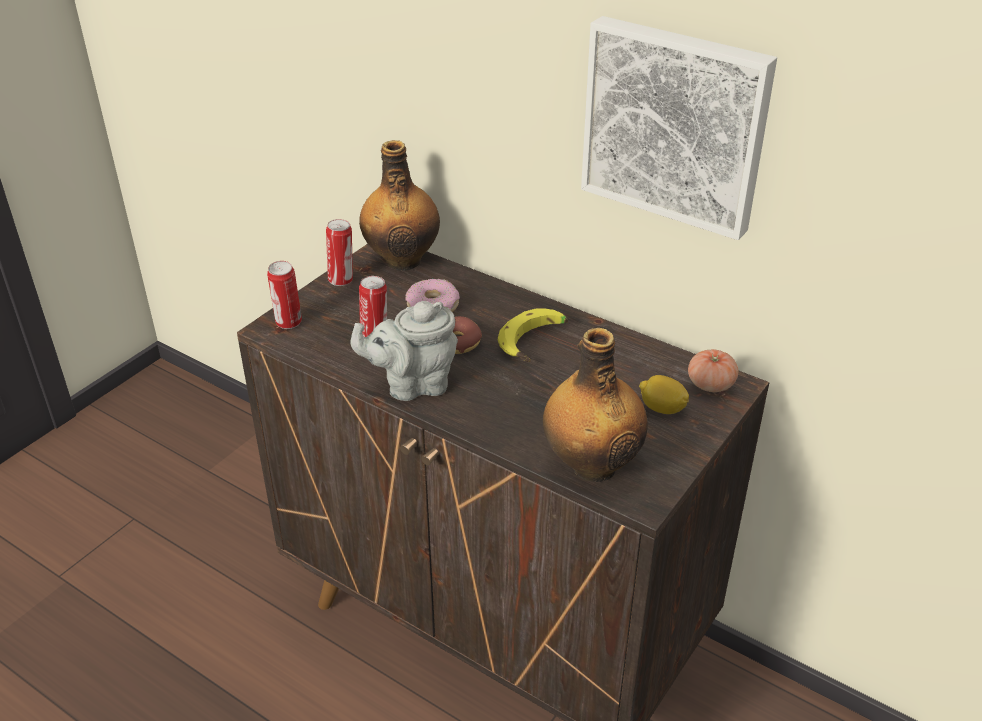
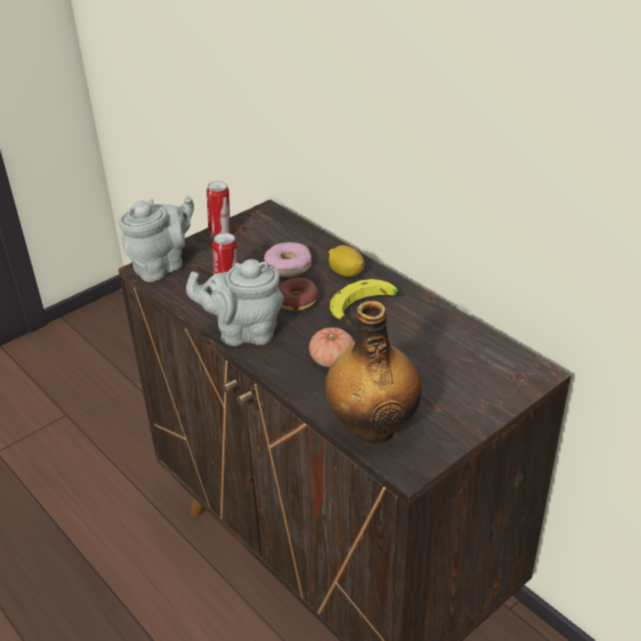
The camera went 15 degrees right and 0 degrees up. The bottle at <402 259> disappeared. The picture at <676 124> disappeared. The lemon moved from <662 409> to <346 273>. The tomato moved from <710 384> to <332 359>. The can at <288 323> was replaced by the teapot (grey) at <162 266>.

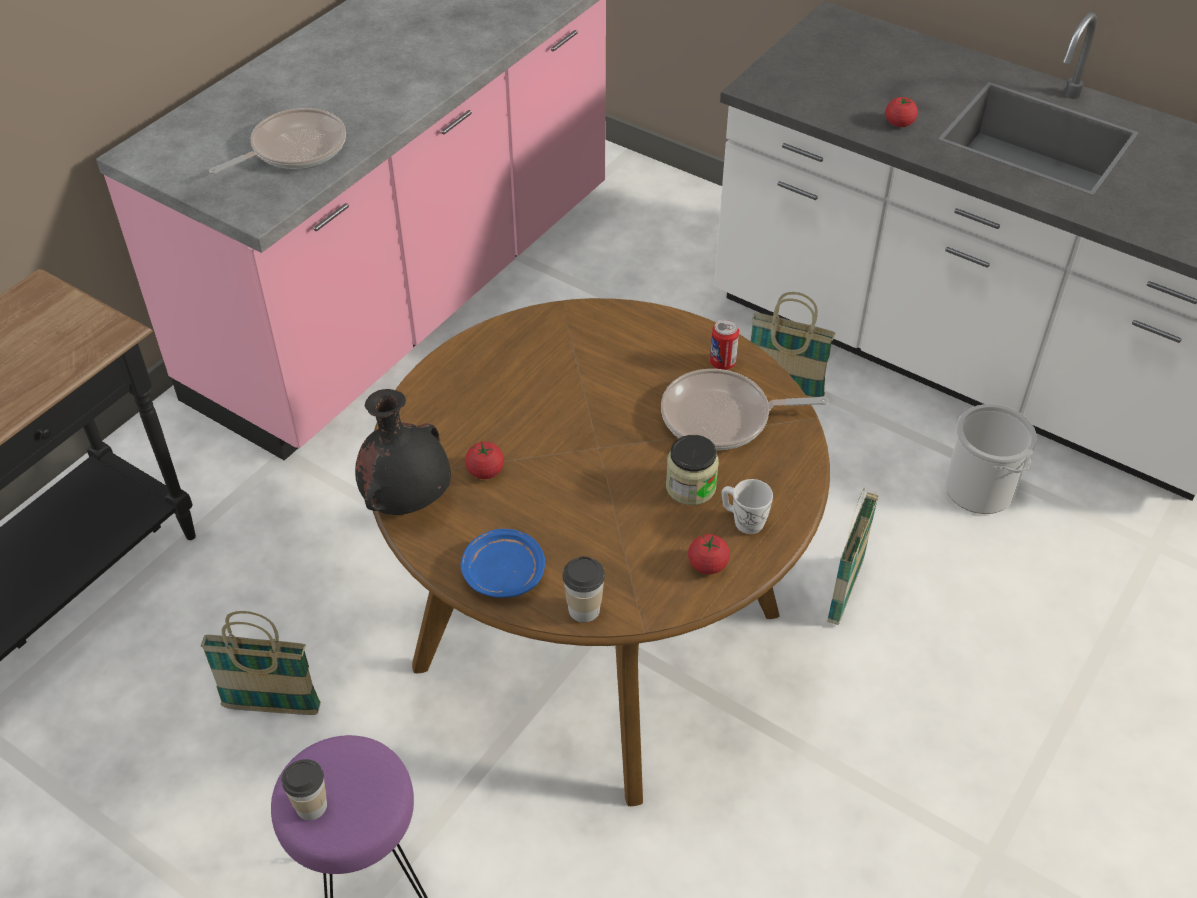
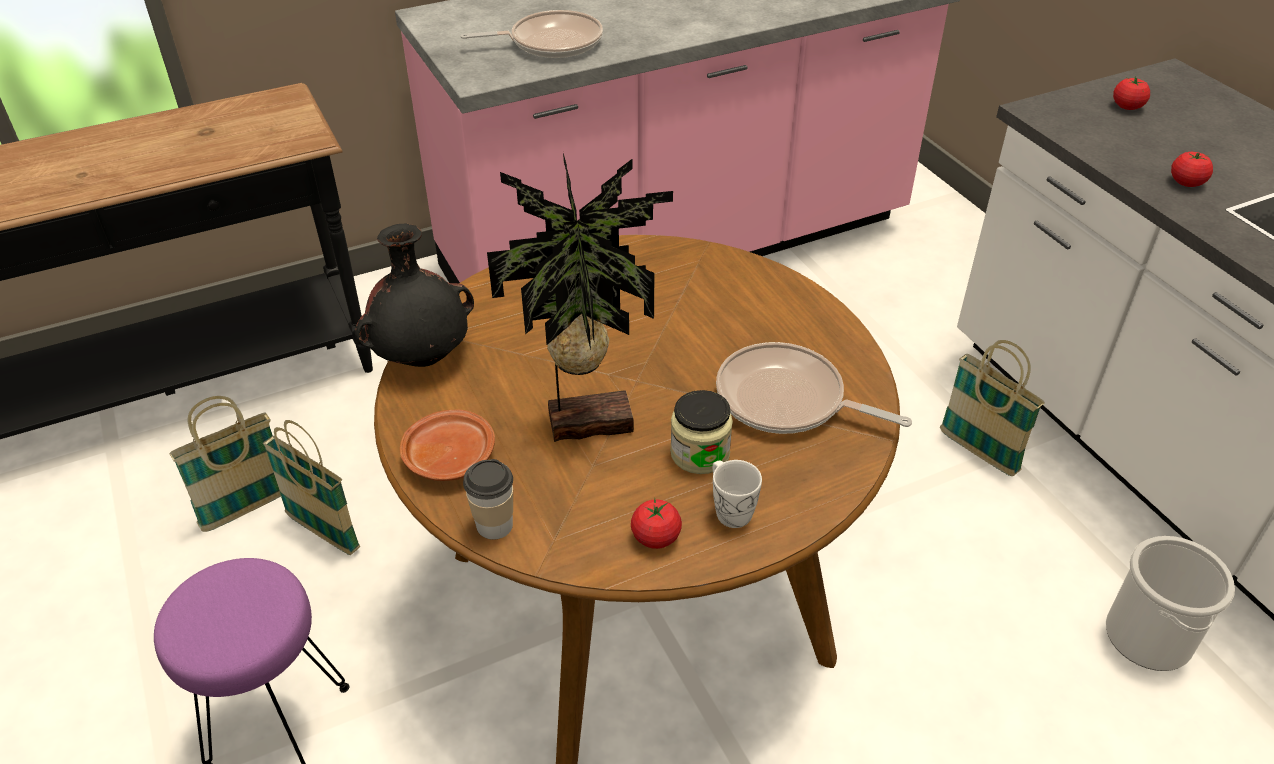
The camera went 30 degrees right and 5 degrees down. The cup at <311 806> disappeared. The can at <722 363> disappeared. The potted plant at <587 419> appeared. The tomato moved from <485 471> to <1127 106>. The basket moved from <845 591> to <247 509>. The plate (blue) at <503 572> became the plate (brown) at <449 456>.

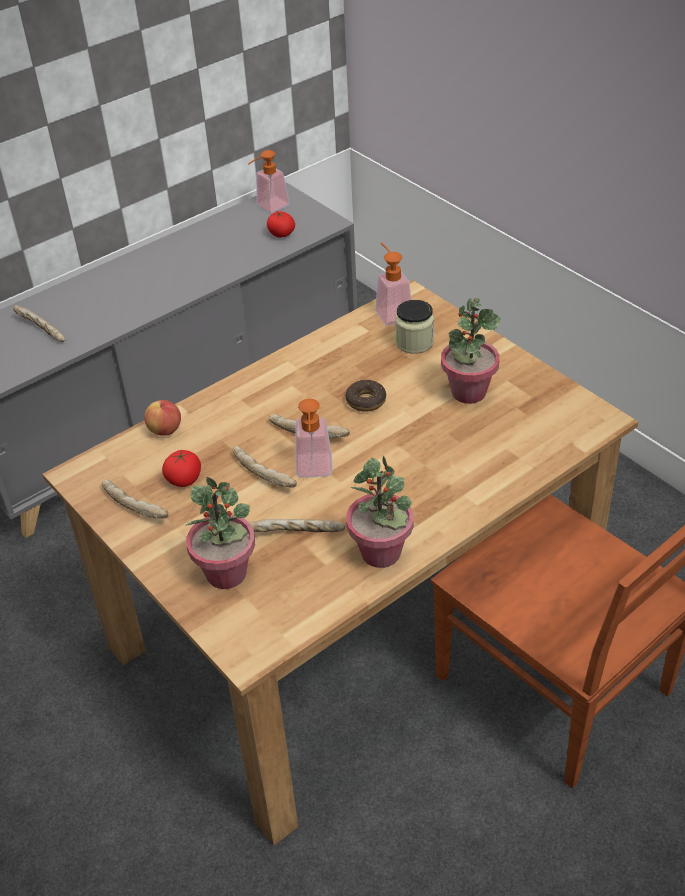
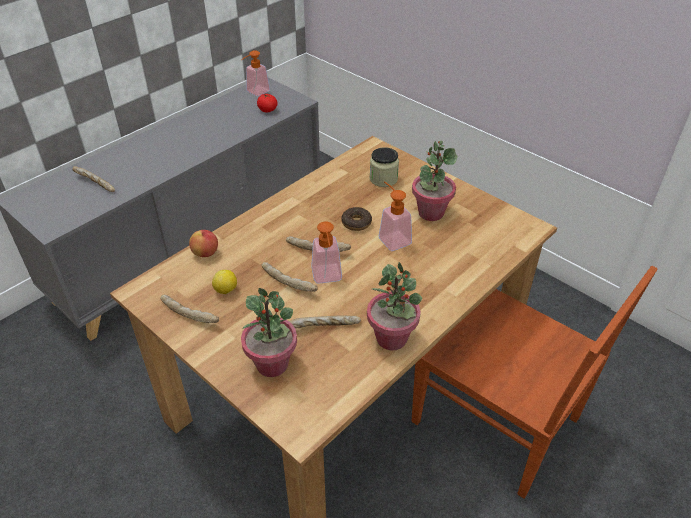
The camera went 10 degrees left and 0 degrees up. The soap dispenser moved from <391 311> to <391 238>. The tomato at <184 479> was replaced by the lemon at <226 290>.

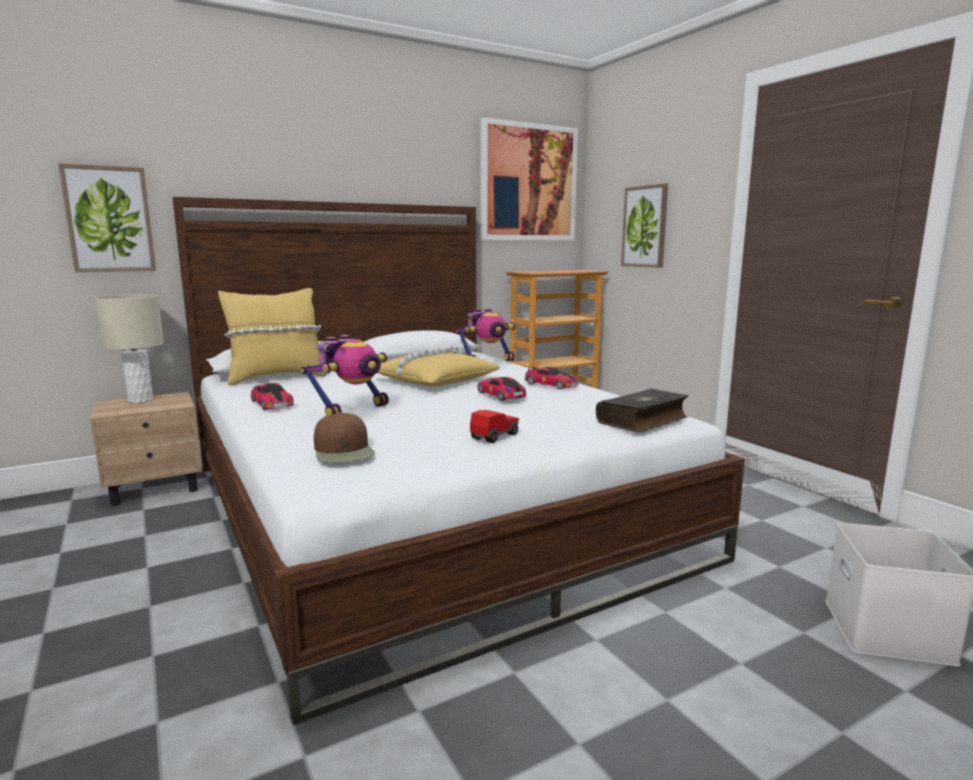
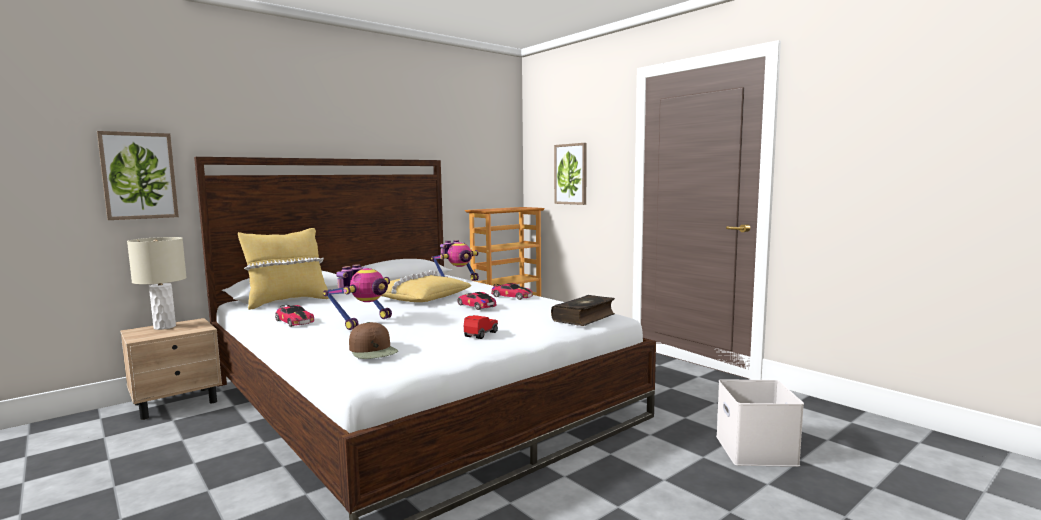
The camera went 10 degrees left and 5 degrees down. The picture at <528 183> disappeared.

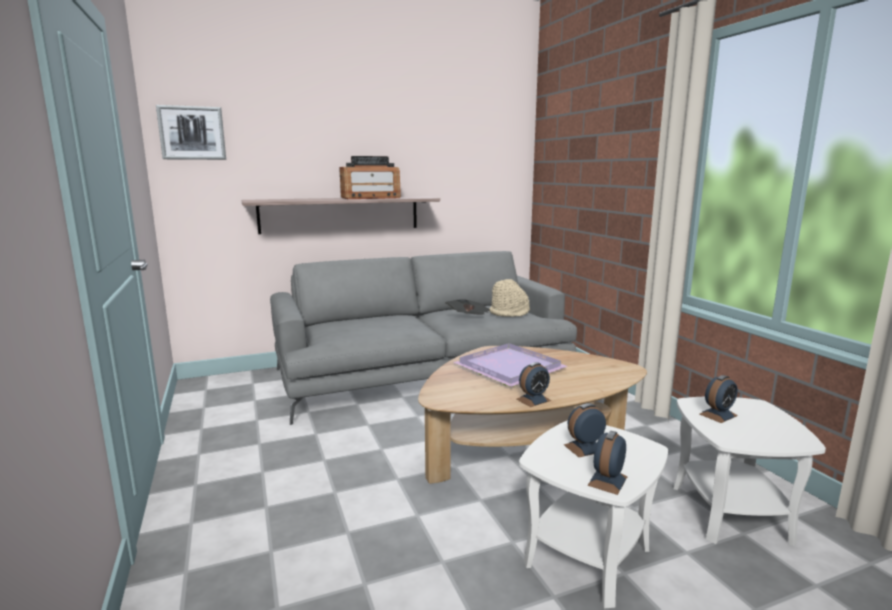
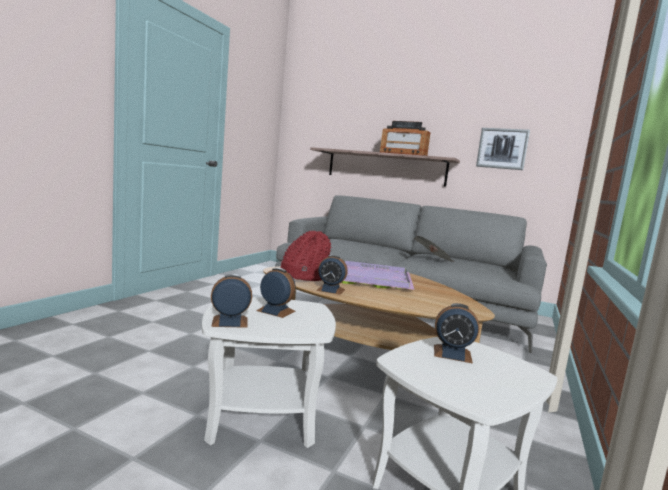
The camera went 45 degrees right and 5 degrees down. The hat (beige) at <509 313> disappeared. The hat (red) at <305 275> appeared. The picture moved from <192 133> to <502 148>.

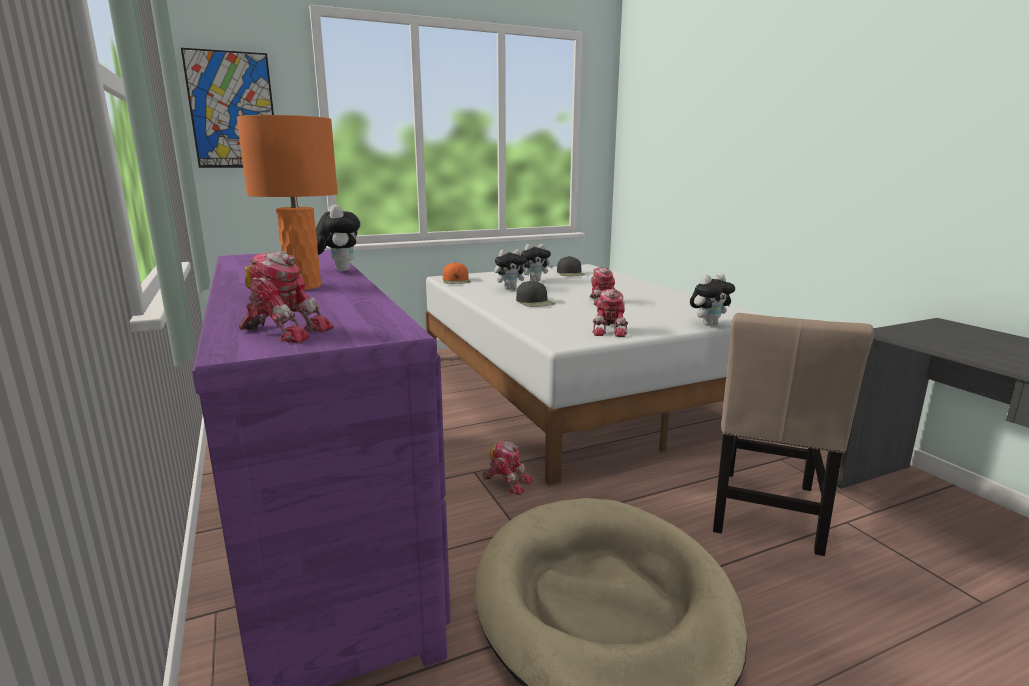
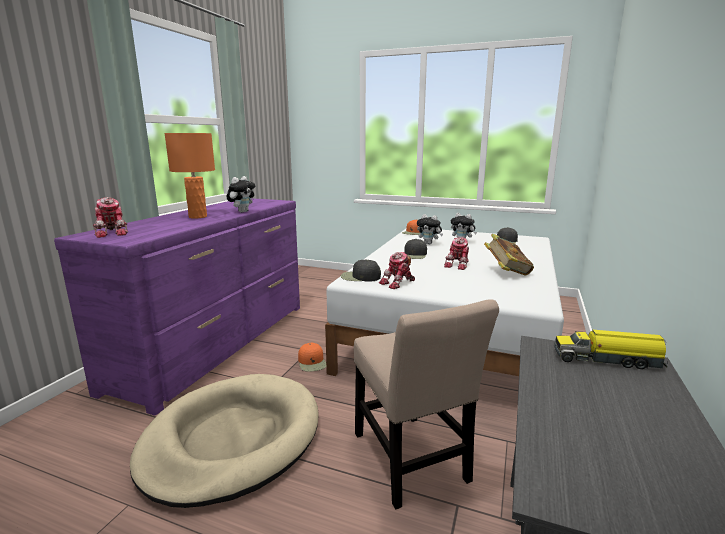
The camera went 45 degrees right and 0 degrees up. The picture at <232 110> disappeared. The plush toy at <709 324> disappeared. The cap (black) at <360 277> appeared. The book at <506 272> appeared. The toy truck at <608 360> appeared. The toy robot at <507 482> was replaced by the cap (orange) at <312 362>. The chair (beige) at <766 513> turned 90 degrees counterclockwise.

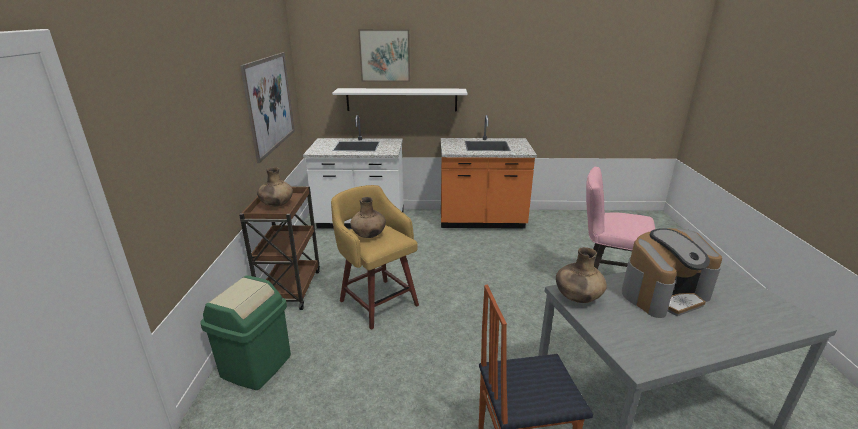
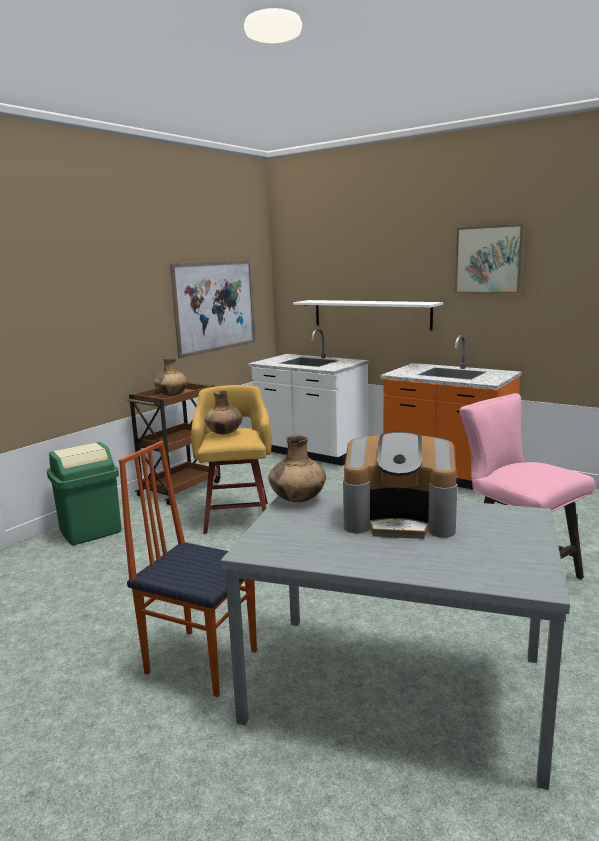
The camera went 35 degrees right and 10 degrees down. The picture moved from <385 55> to <488 260>.

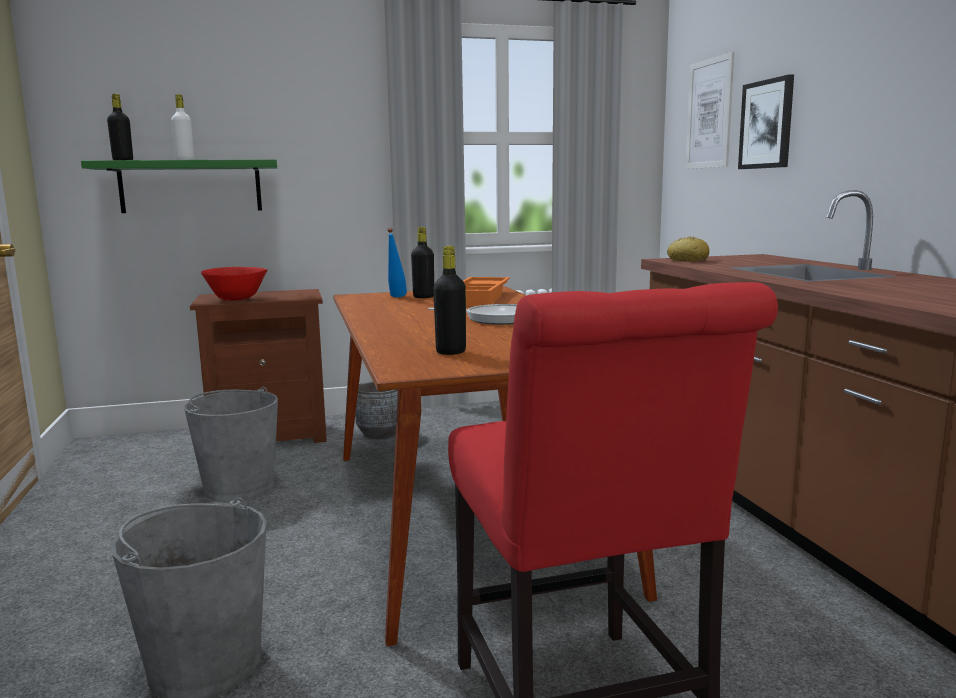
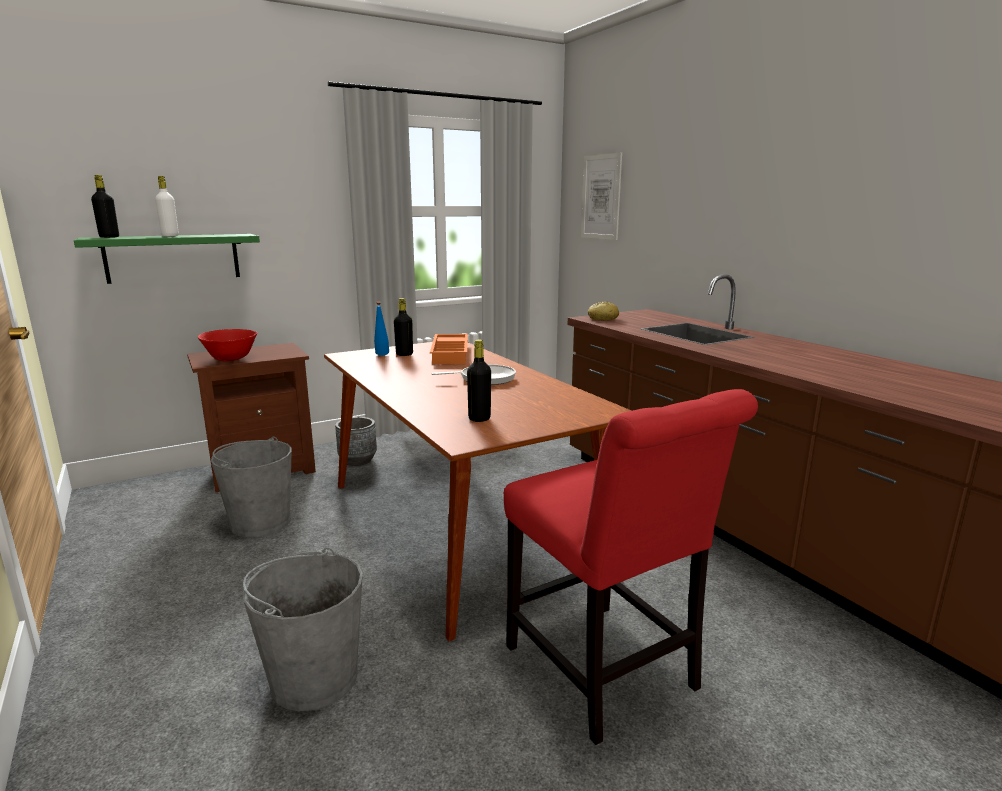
The camera went 15 degrees left and 5 degrees up. The picture at <767 124> disappeared.

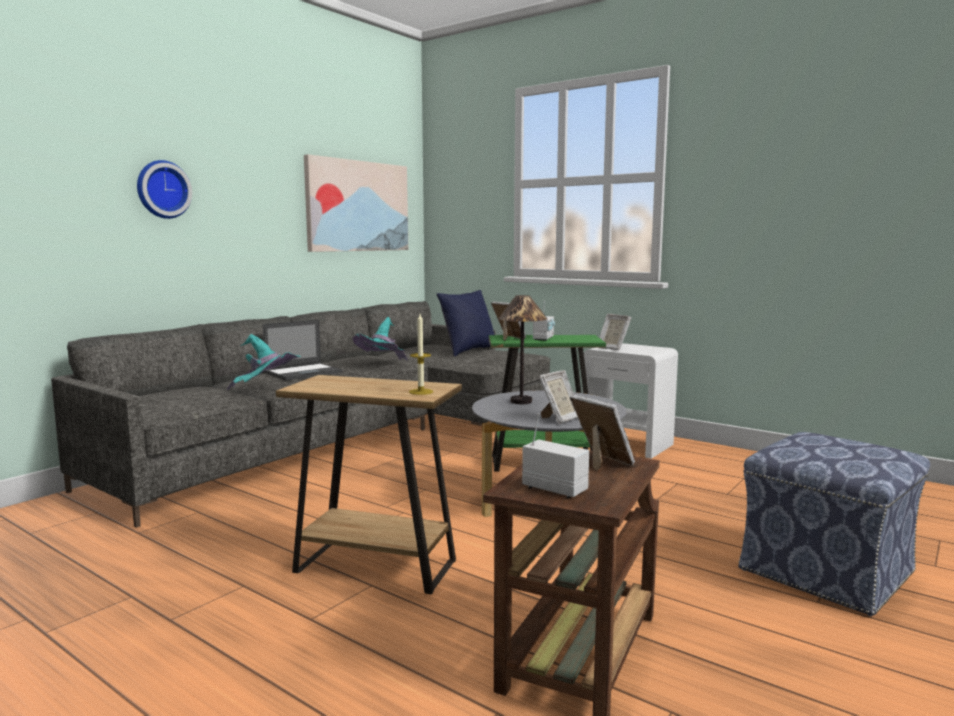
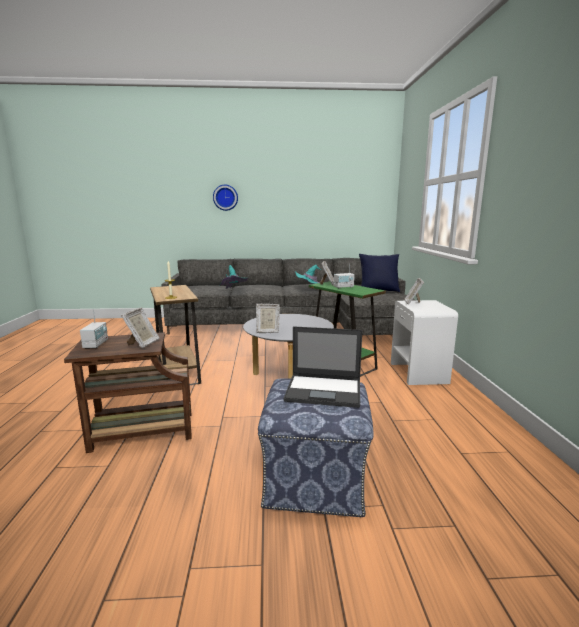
The camera went 50 degrees right and 5 degrees up. The picture at <357 206> disappeared. The table lamp at <521 402> disappeared. The laptop moved from <304 372> to <324 391>.

